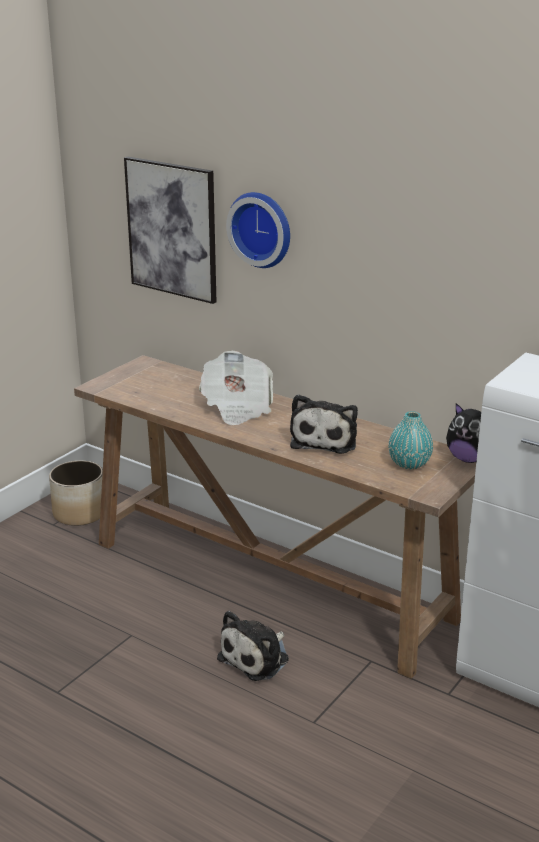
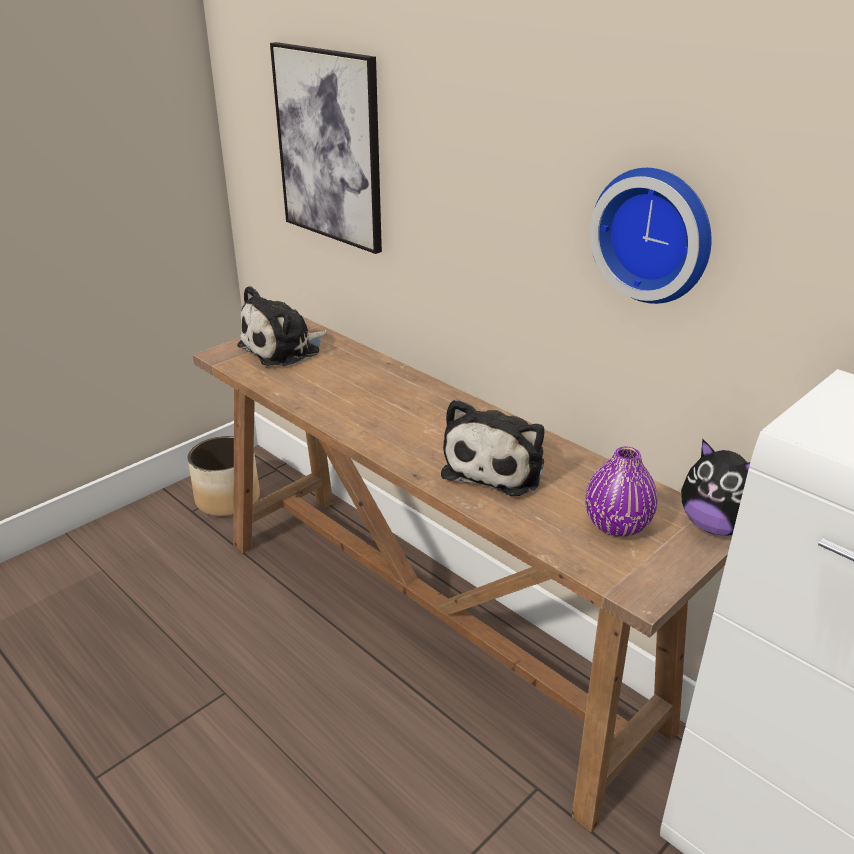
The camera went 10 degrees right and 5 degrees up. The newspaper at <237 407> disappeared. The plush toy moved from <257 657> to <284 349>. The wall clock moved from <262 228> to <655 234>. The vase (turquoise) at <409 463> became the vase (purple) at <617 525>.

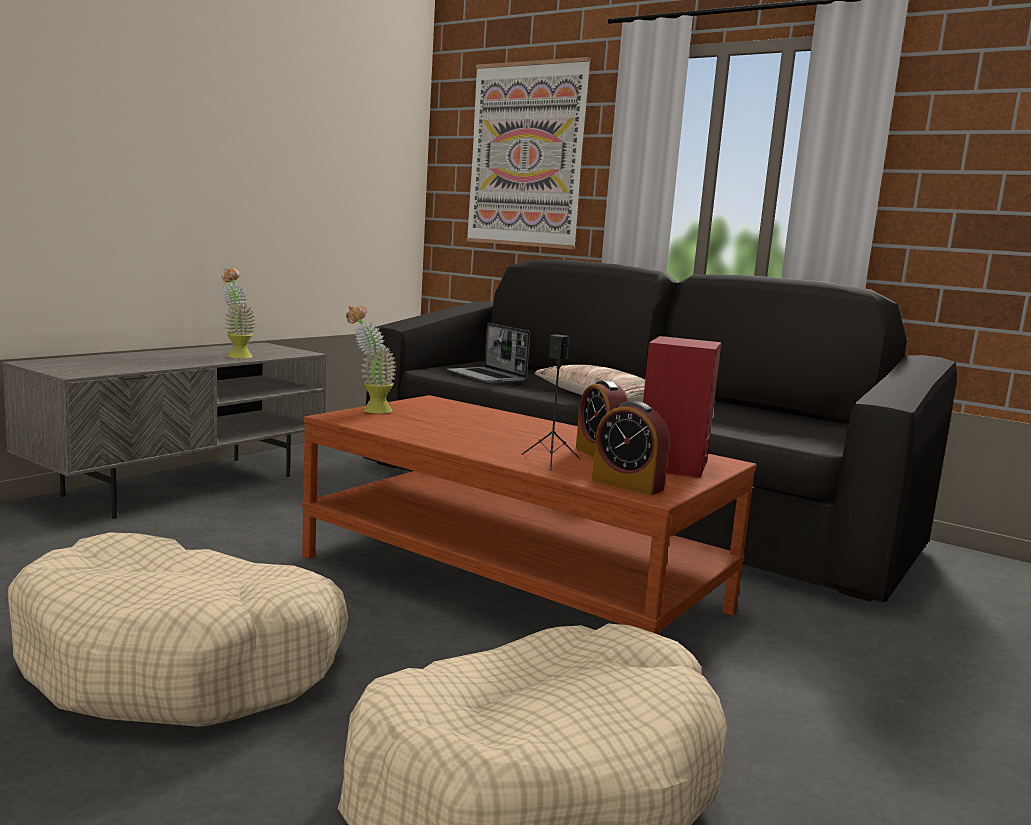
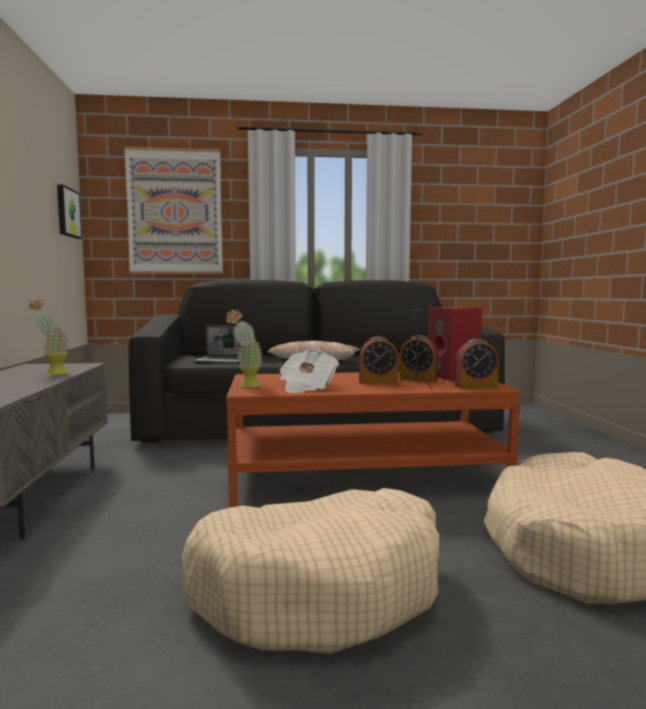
The camera went 40 degrees left and 5 degrees down. The picture at <67 212> appeared. The newspaper at <307 387> appeared. The alarm clock at <378 382> appeared.

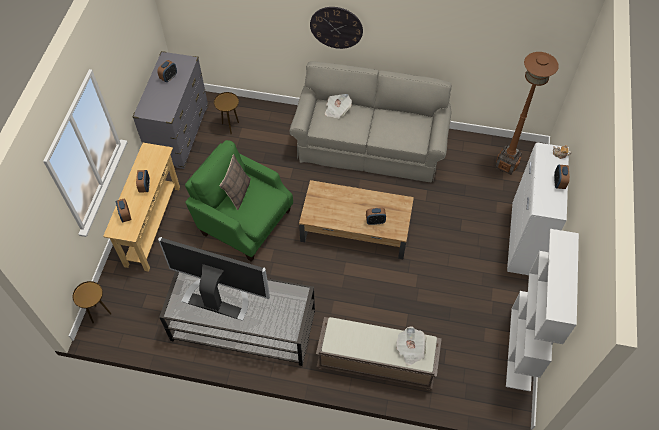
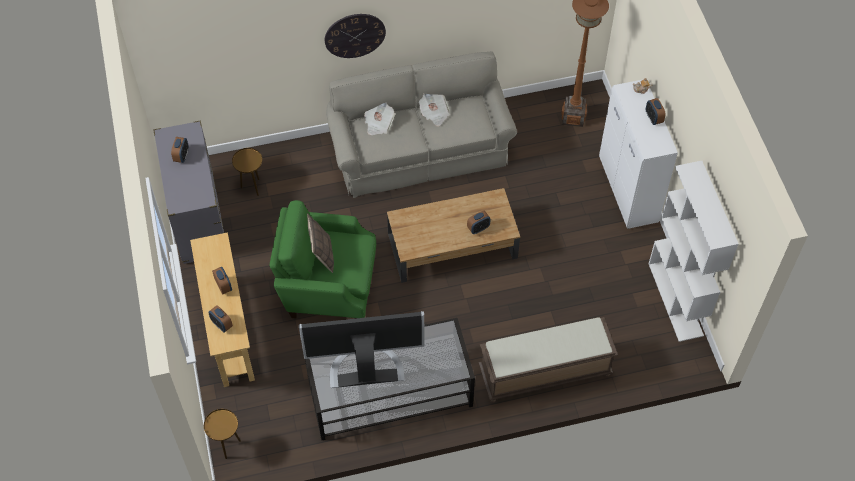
The camera went 25 degrees left and 0 degrees up. The newspaper moved from <410 349> to <434 113>.

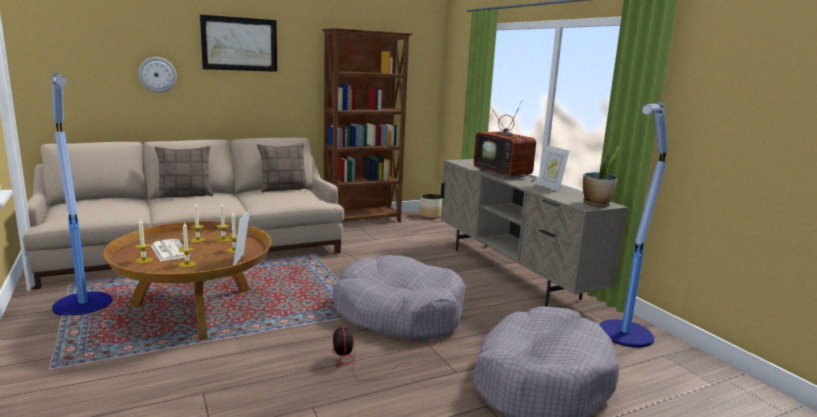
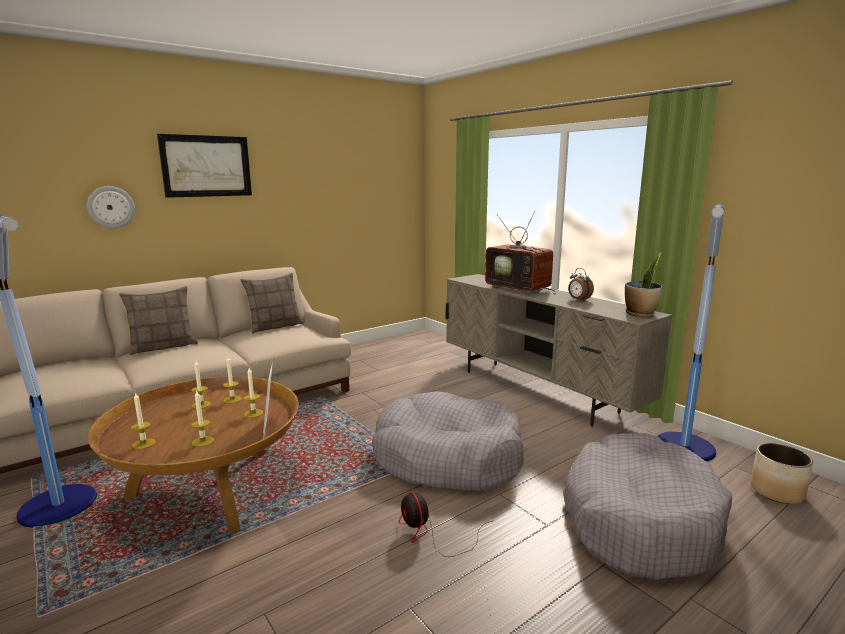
The camera went 10 degrees left and 0 degrees up. The newspaper at <169 250> disappeared. The bookcase (brown) at <363 221> disappeared. The planter moved from <430 216> to <777 491>. The picture frame at <550 187> was replaced by the alarm clock at <578 300>.

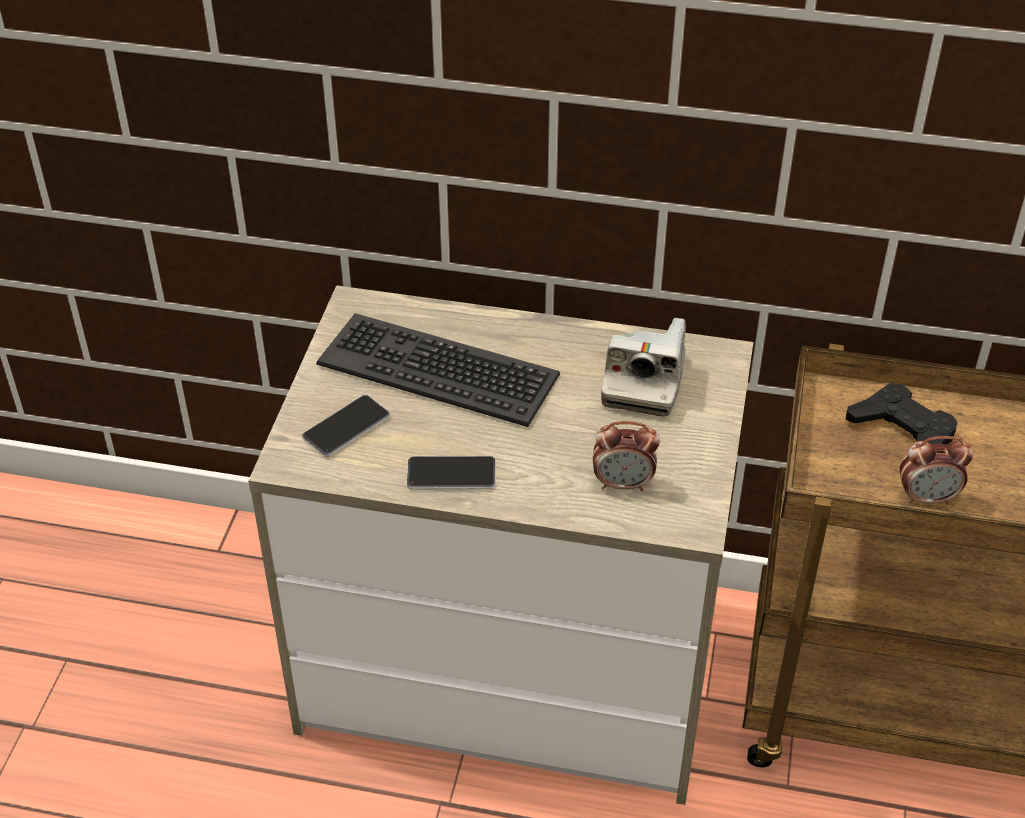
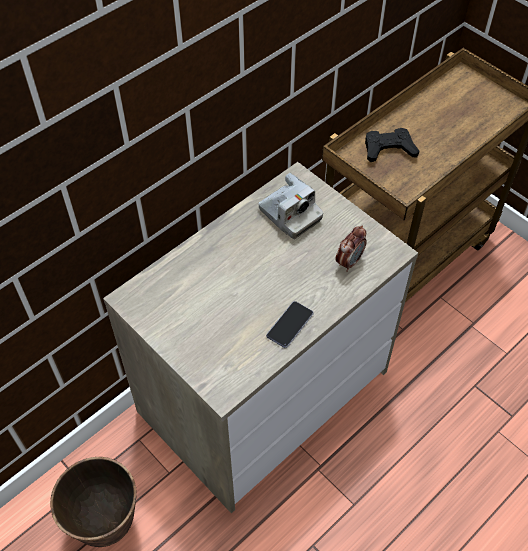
The camera went 55 degrees left and 10 degrees up. The phone at <346 427> disappeared. The keyboard at <439 369> disappeared. The alarm clock at <927 498> disappeared. The planter at <105 522> appeared.

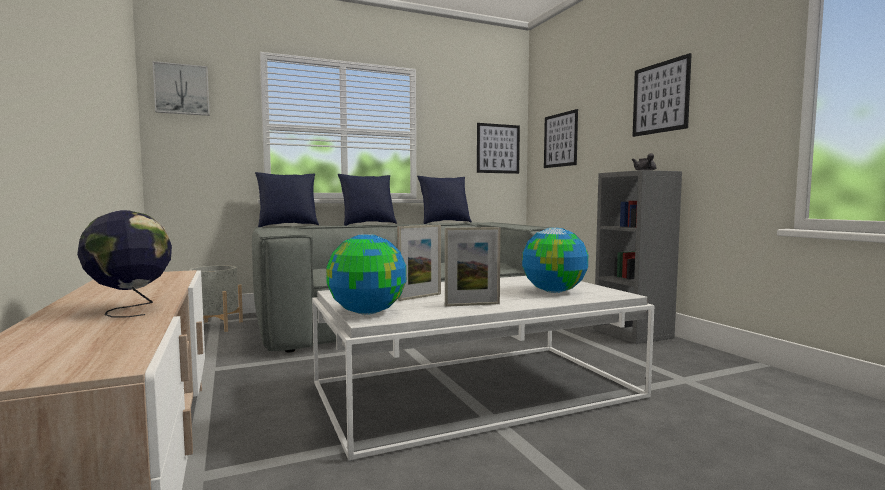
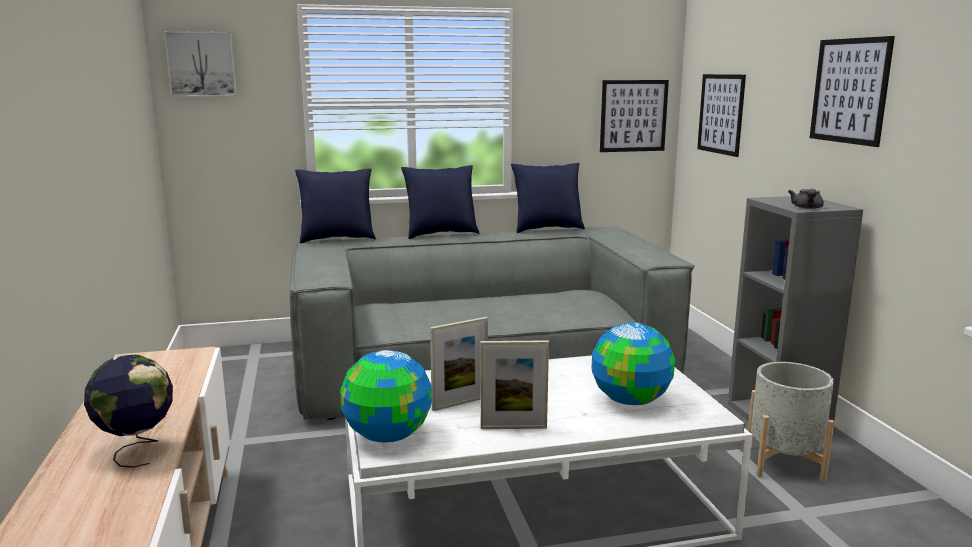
The camera went 10 degrees right and 10 degrees up. The planter (grey) moved from <215 326> to <784 463>.

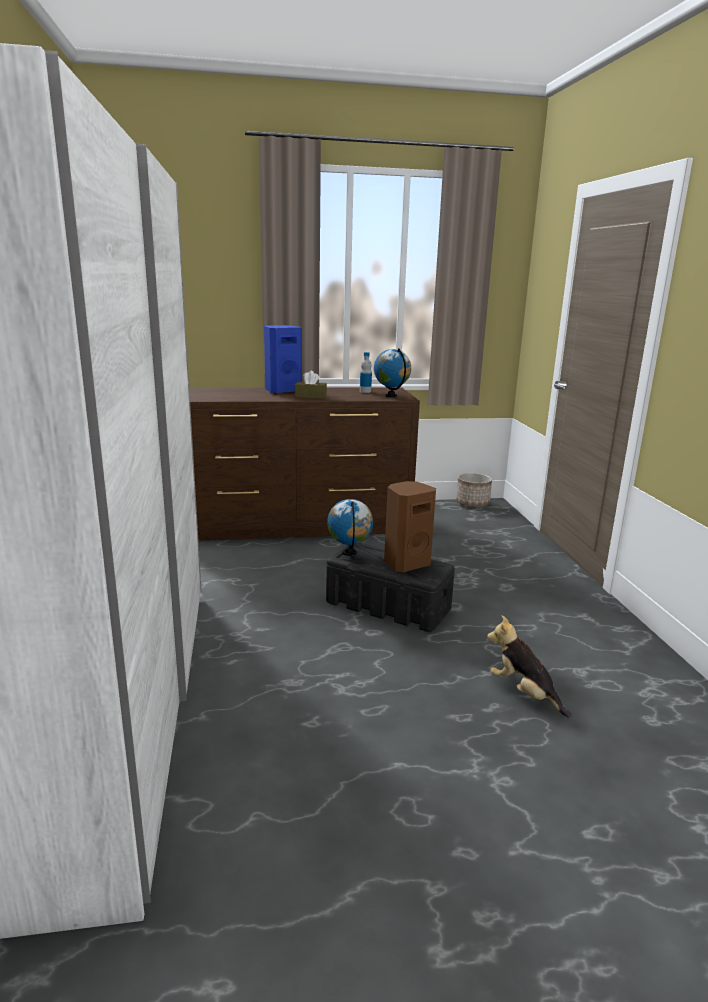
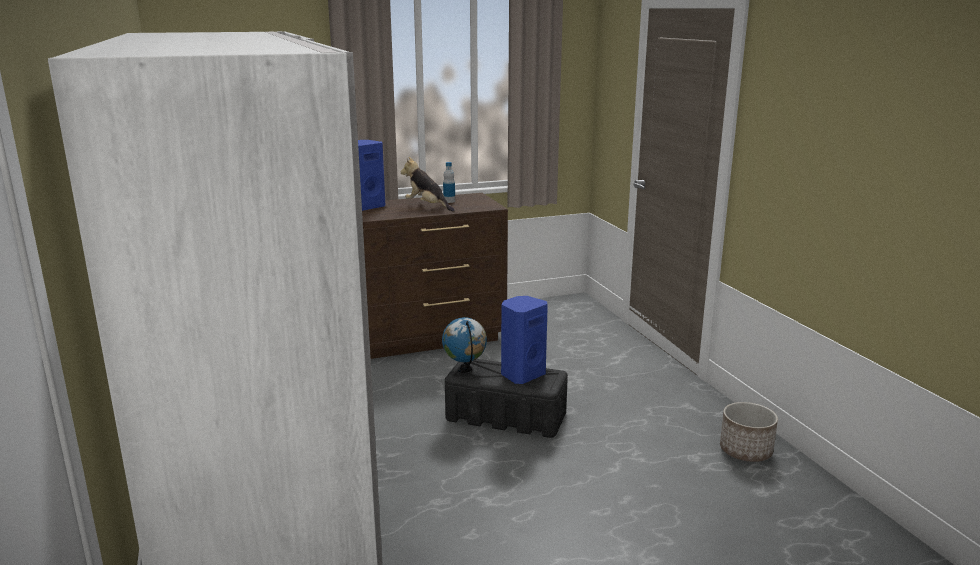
The camera went 10 degrees left and 0 degrees up. The tissue box (brown) at <310 396> disappeared. The globe at <391 396> disappeared. The planter moved from <472 503> to <746 451>. The plush toy moved from <524 693> to <427 206>. The speaker (brown) at <406 563> became the speaker (blue) at <521 374>.

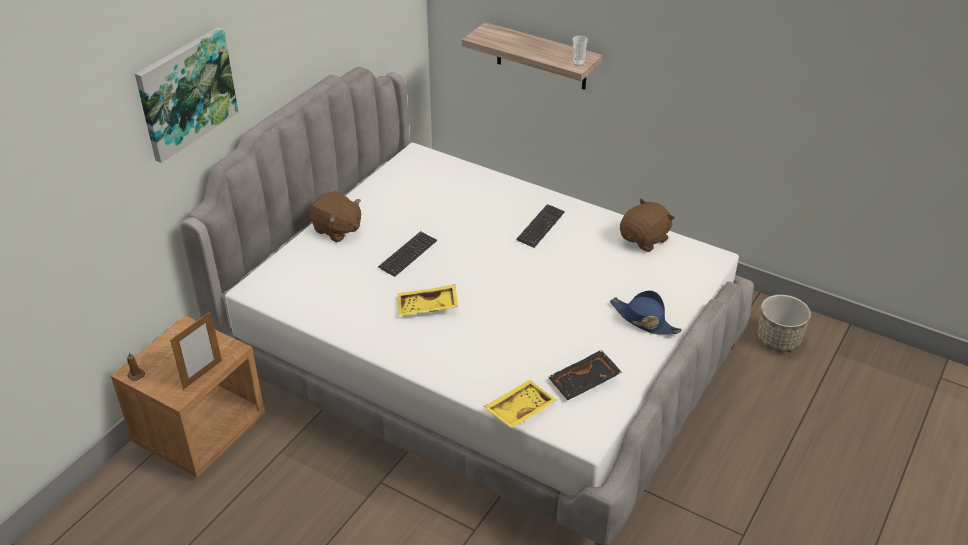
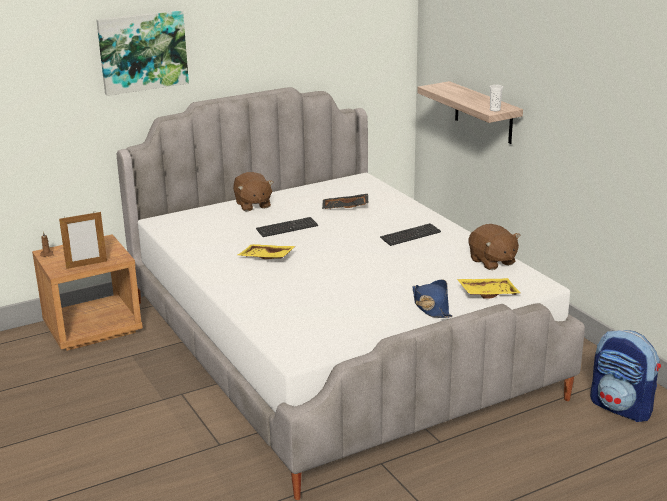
The camera went 30 degrees right and 15 degrees down. The tray (yellow) moved from <519 409> to <487 293>. The tray (black) moved from <585 382> to <345 208>. The planter at <778 340> was replaced by the backpack at <622 408>. The plush toy (brown) at <645 239> turned 75 degrees clockwise.

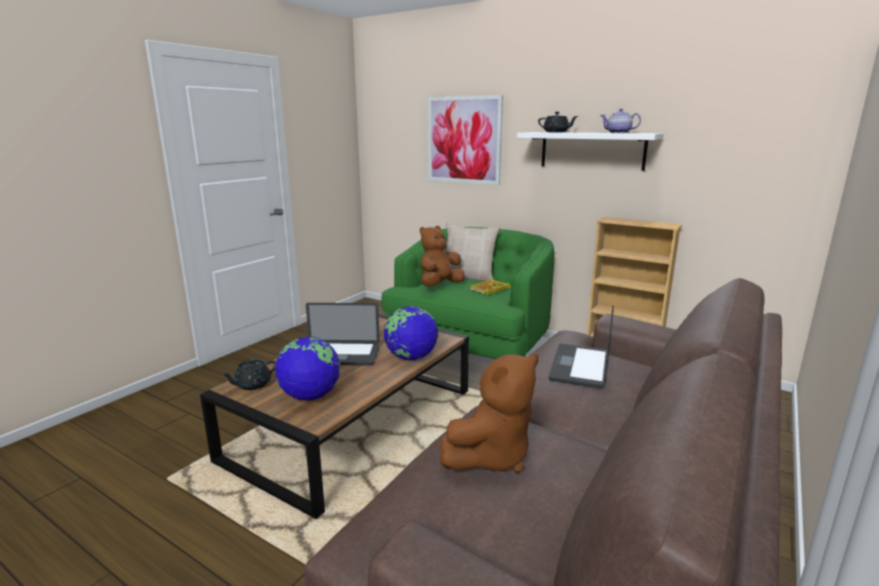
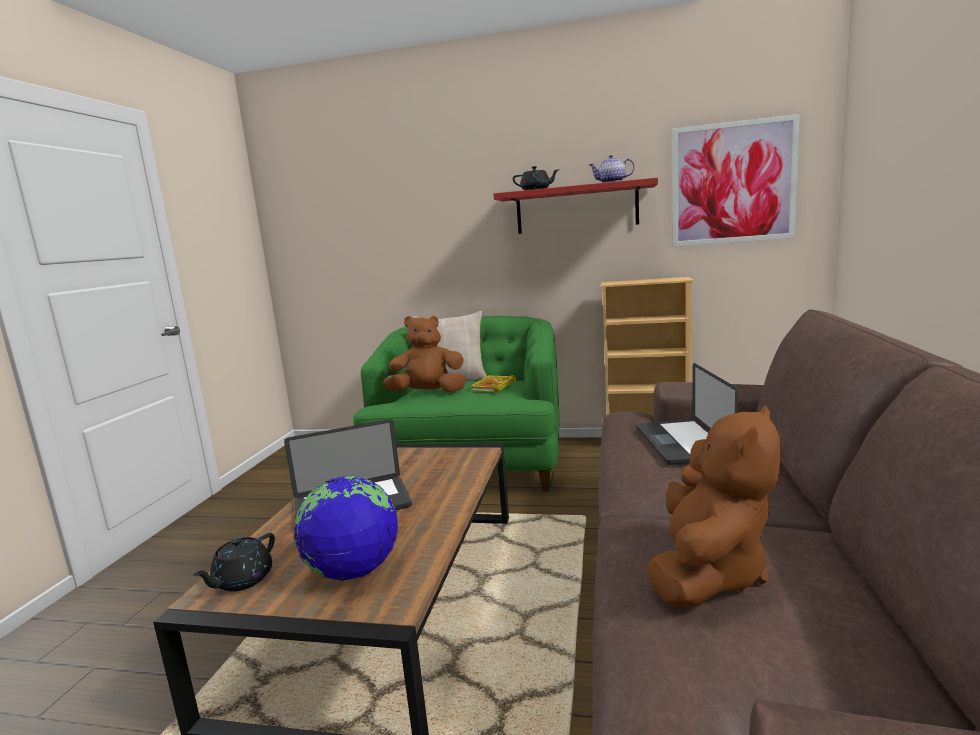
The camera went 20 degrees left and 5 degrees down. The globe at <411 357> disappeared. The picture moved from <464 140> to <732 183>. The shelf (white) at <592 150> became the shelf (red) at <576 209>. The plush toy (brown) at <439 285> turned 60 degrees clockwise.

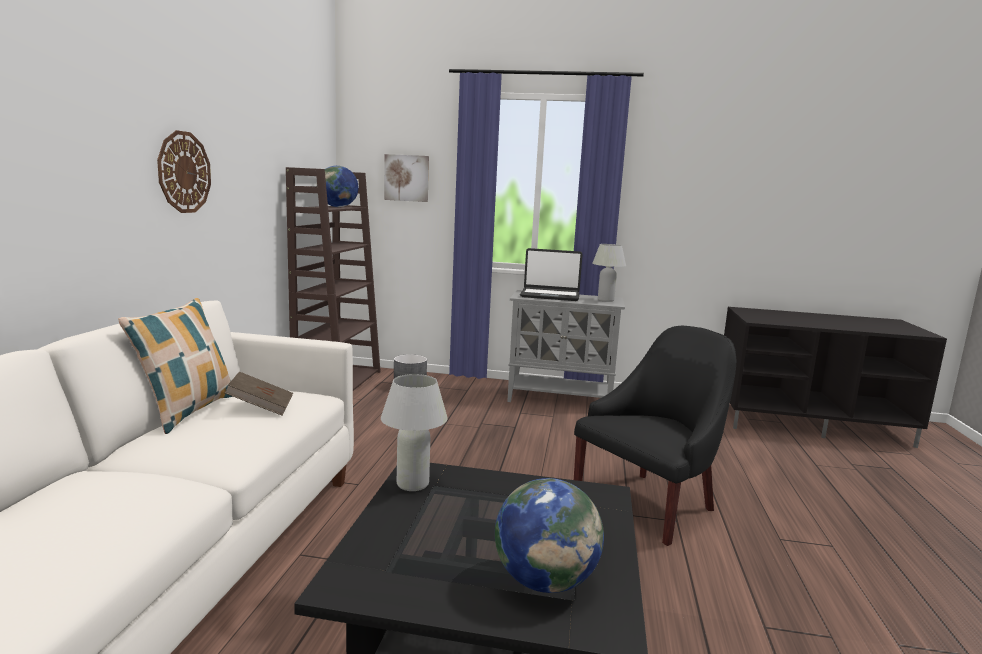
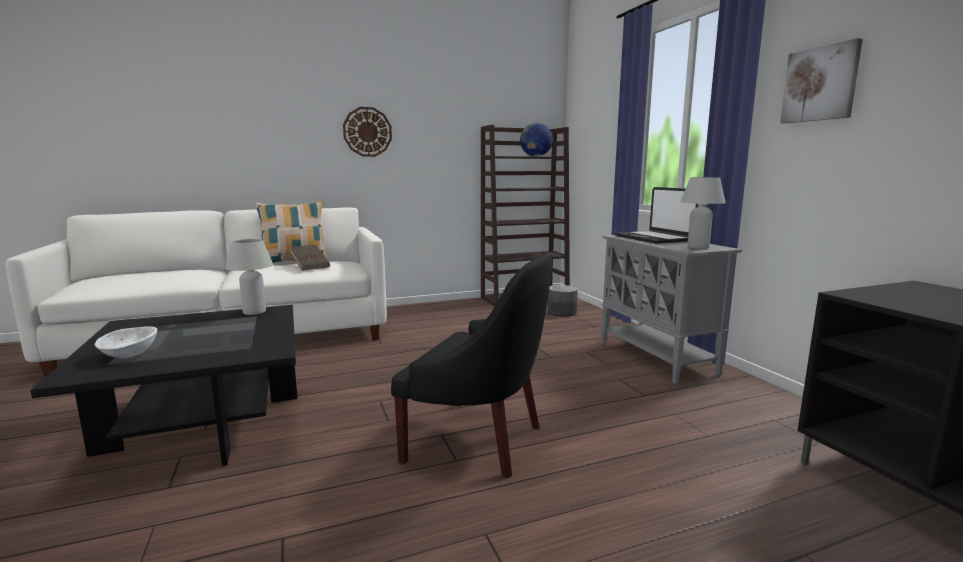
The camera went 60 degrees right and 0 degrees up. The picture moved from <406 178> to <820 84>. The globe at <545 581> was replaced by the bowl (white) at <130 355>.

